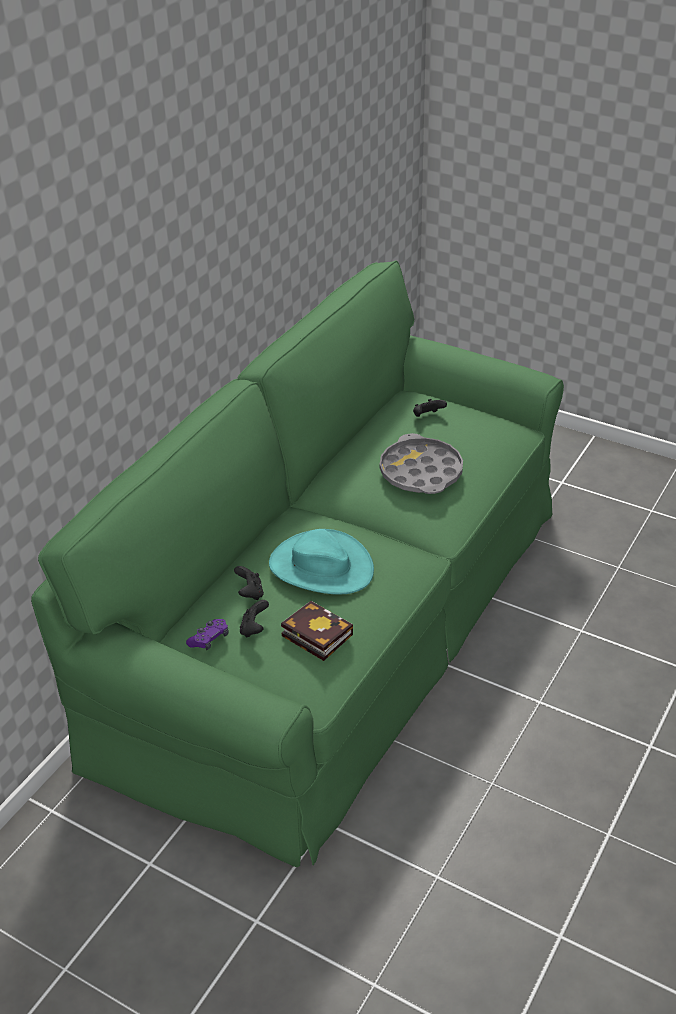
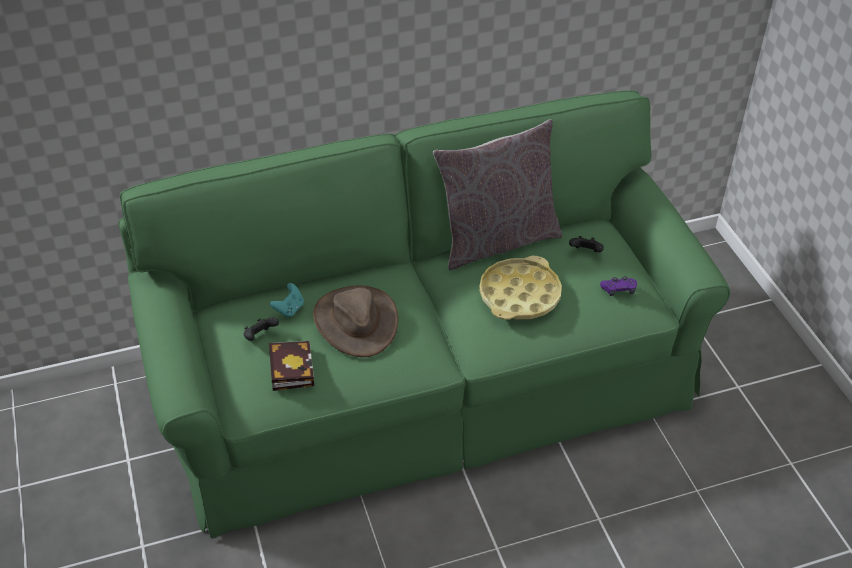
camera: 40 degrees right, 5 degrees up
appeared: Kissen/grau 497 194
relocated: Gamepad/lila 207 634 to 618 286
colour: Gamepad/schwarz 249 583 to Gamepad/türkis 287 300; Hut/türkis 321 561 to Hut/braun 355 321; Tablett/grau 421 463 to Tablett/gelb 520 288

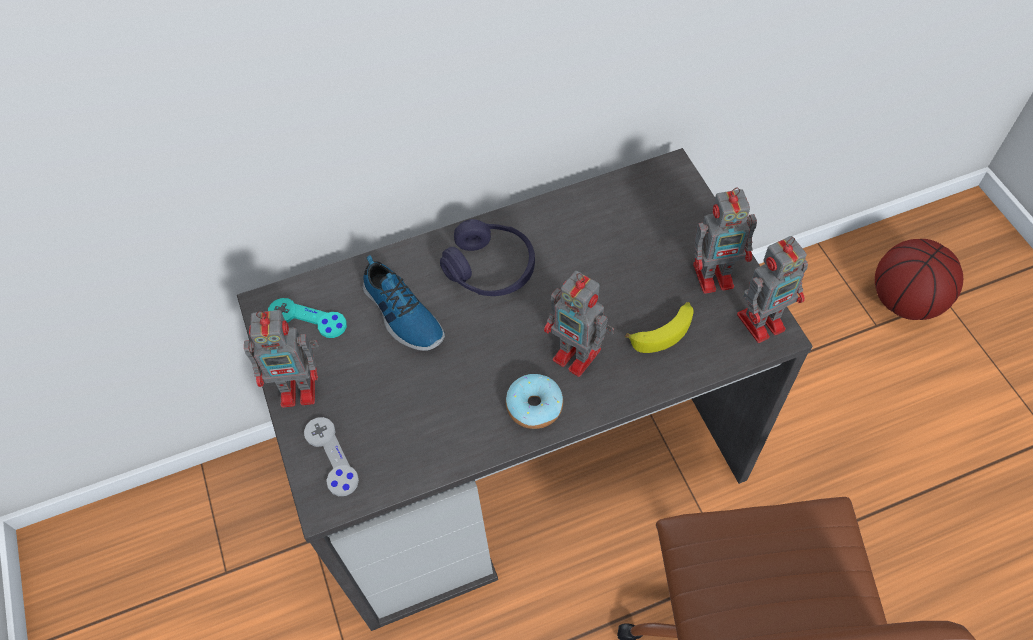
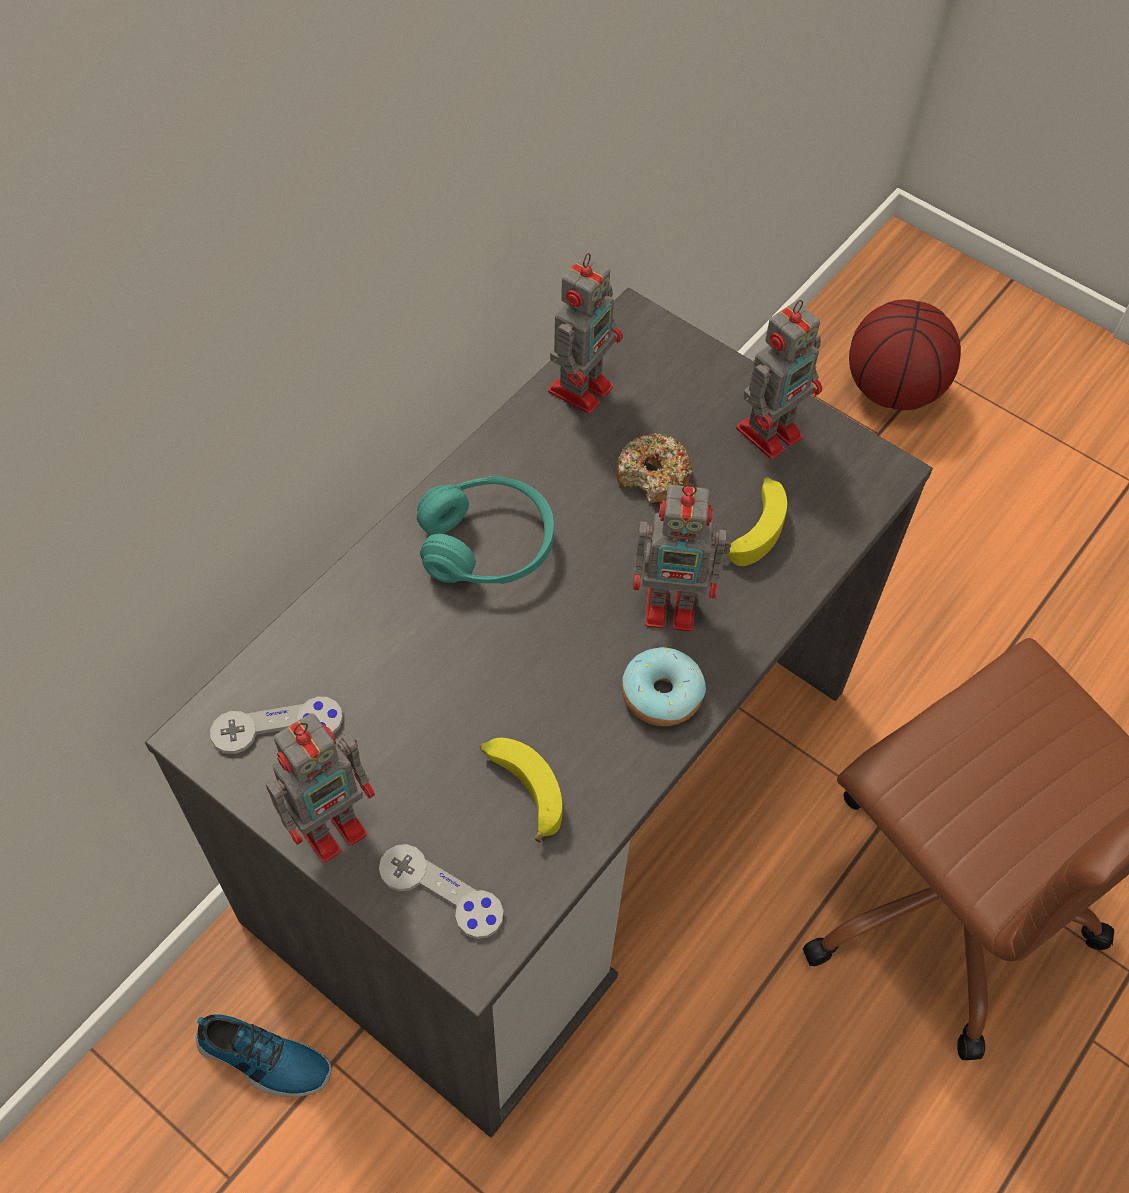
camera: 35 degrees left, 0 degrees up
appeared: Banane 521 790; Donut 654 468
relocated: Schuh 404 303 to 264 1055; Spielzeugroboter 772 289 to 585 333
colour: Gamepad/türkis 307 318 to Gamepad/grau 276 725; Kopfhörer/lila 487 257 to Kopfhörer/türkis 485 530

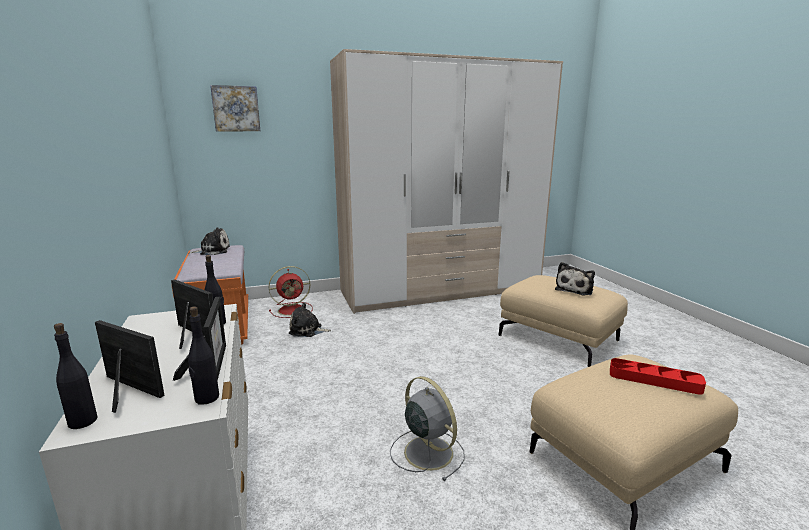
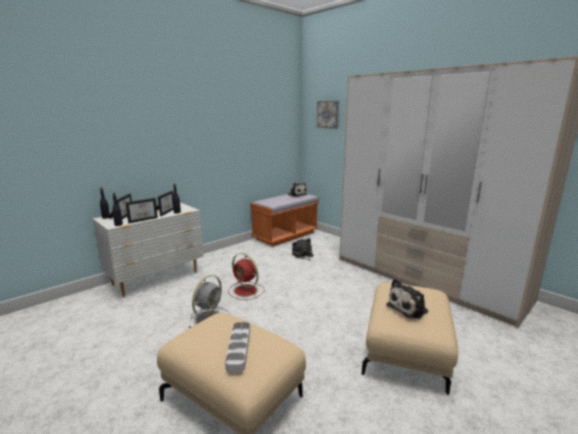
camera: 65 degrees right, 0 degrees up
relocated: Ventilator/rot 291 292 to 246 276
colour: Tablett/rot 658 376 to Tablett/grau 237 347
spun: Plüschtier 575 278 = 407 299 45 degrees counterclockwise

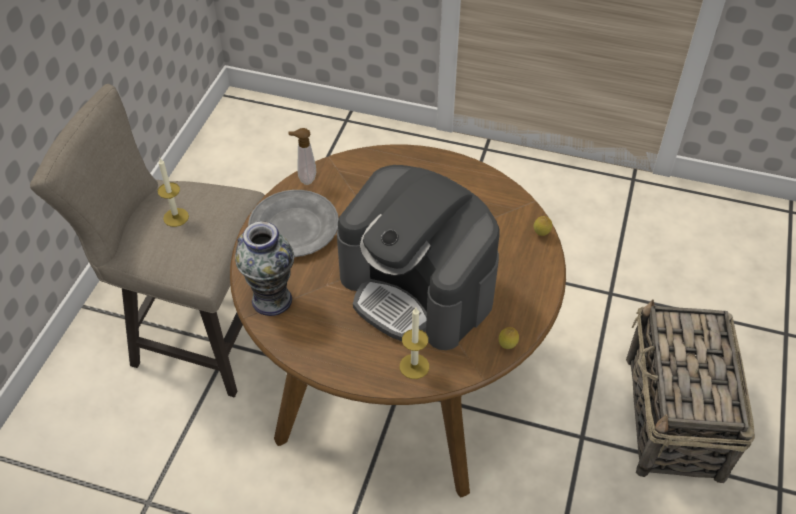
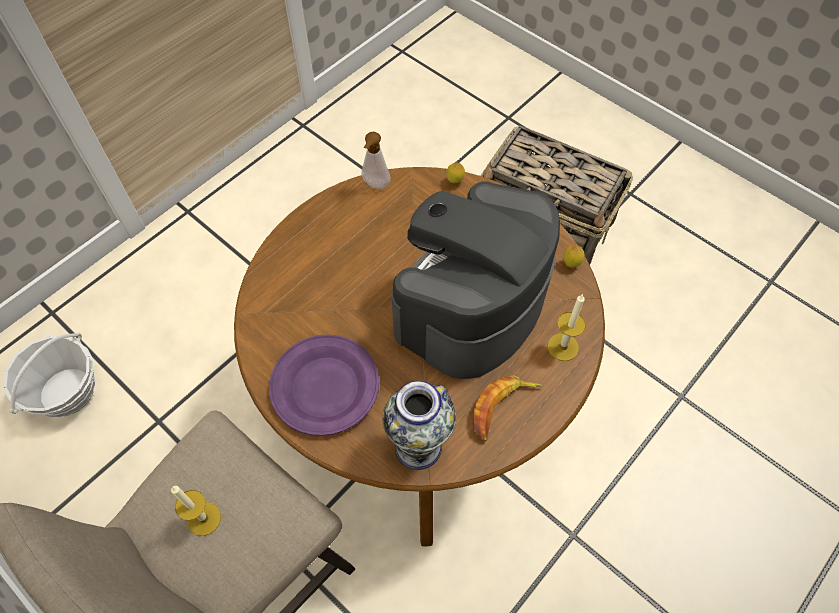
camera: 65 degrees left, 10 degrees up
appeared: Korb 49 374; Banane 508 408
relocated: Seifenspender 302 156 to 376 160
colour: Teller/grau 293 223 to Teller/lila 324 385
spun: Kaffeemaschine 418 257 = 475 280 150 degrees clockwise

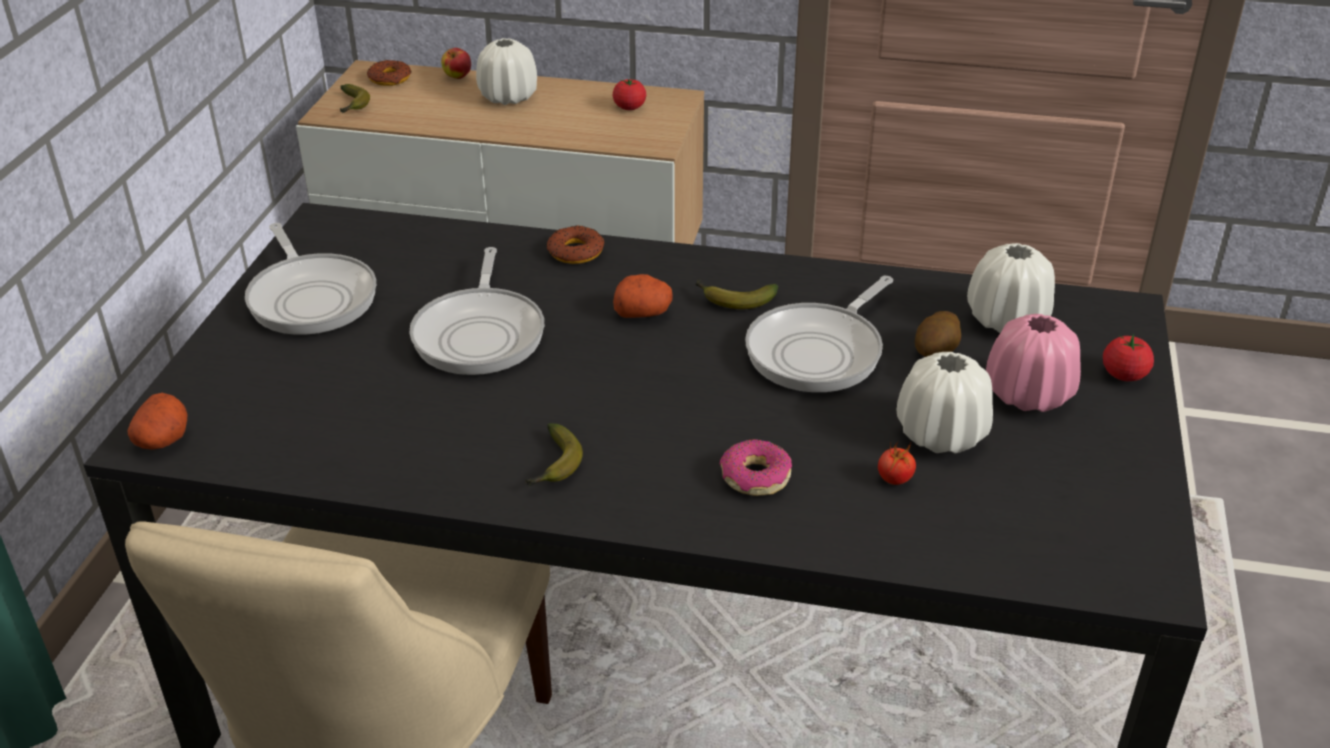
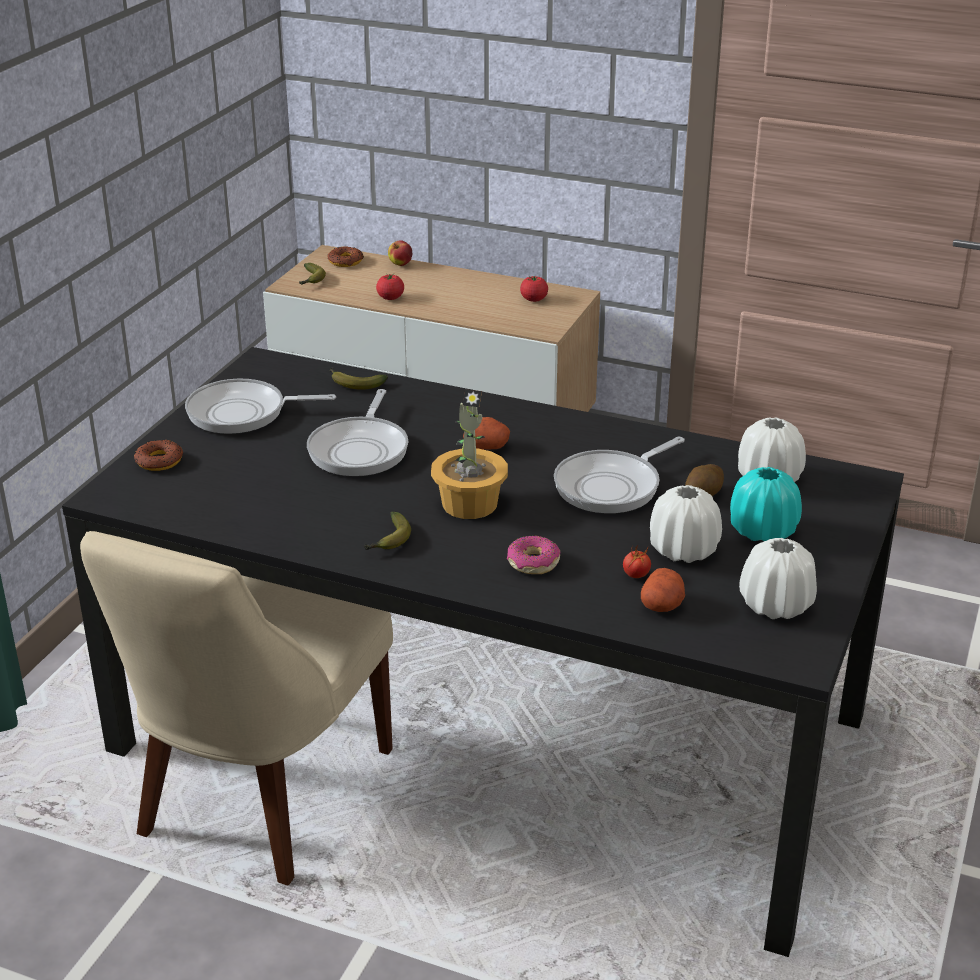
camera: 10 degrees right, 5 degrees down
appeared: Topfpflanze 469 454
relocated: Donut 575 244 to 158 455; Banane 737 294 to 359 378; Tomate 1128 357 to 390 286; Kartoffel 157 421 to 663 590; Vase/weiß 506 71 to 778 578
colour: Vase/rosa 1033 363 to Vase/türkis 766 504
spun: Pfanne 310 279 = 260 406 105 degrees clockwise

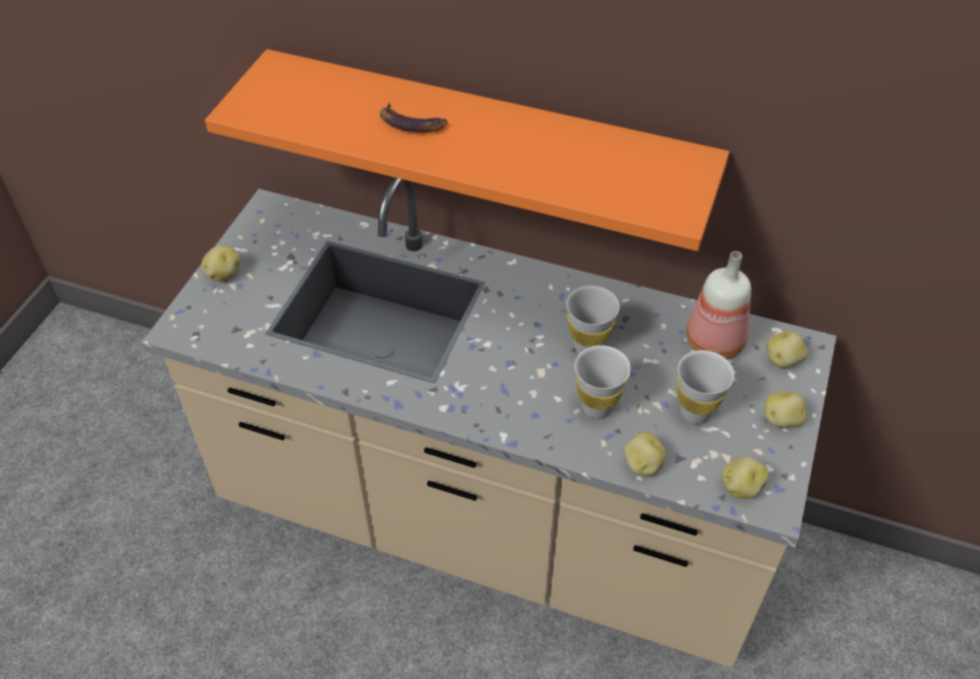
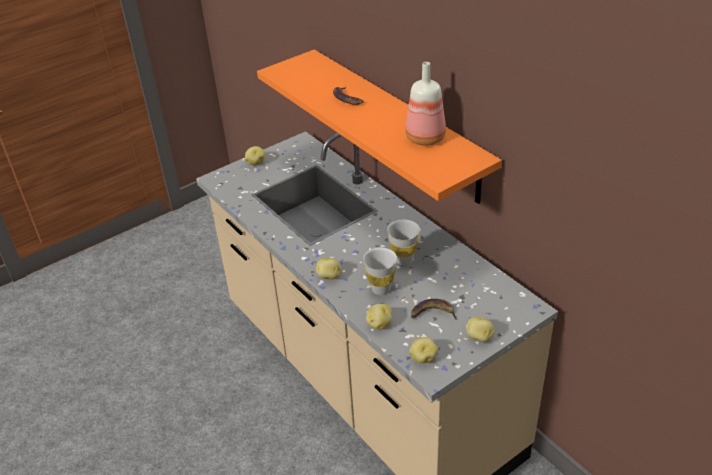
camera: 35 degrees right, 10 degrees down
relocated: Kartoffel 787 350 to 329 268; Flasche 718 305 to 425 103
exchanged: Tasse/weiß 705 387 to Banane 434 309

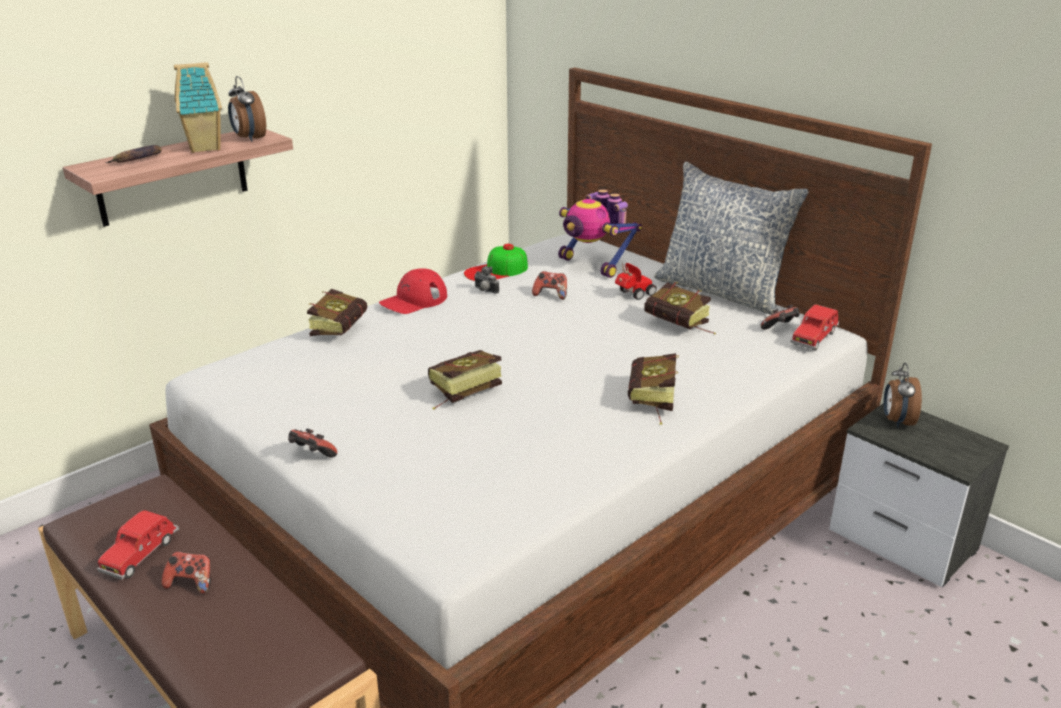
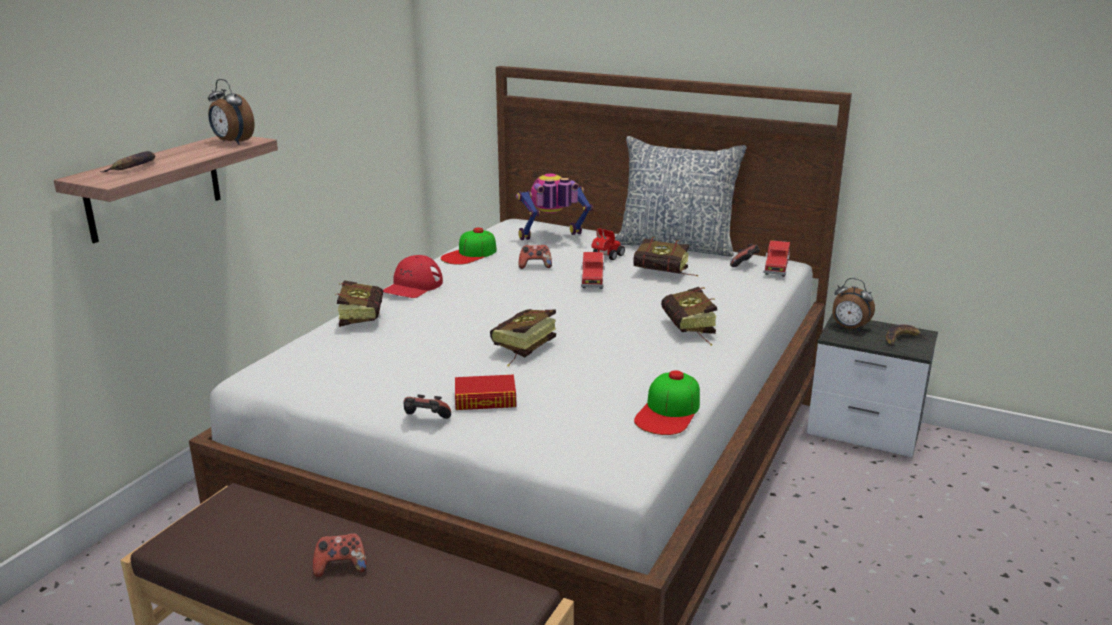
camera: 20 degrees left, 5 degrees down
missing: Spielzeughaus 198 107; Kamera 486 280
appeared: Buch 485 392; Kappe 667 402; Banane 906 335
relocated: Spielzeugauto/rot 138 545 to 593 270
spun: Spielzeugroboter 600 233 = 554 207 135 degrees clockwise; Wecker 903 395 = 854 304 45 degrees counterclockwise

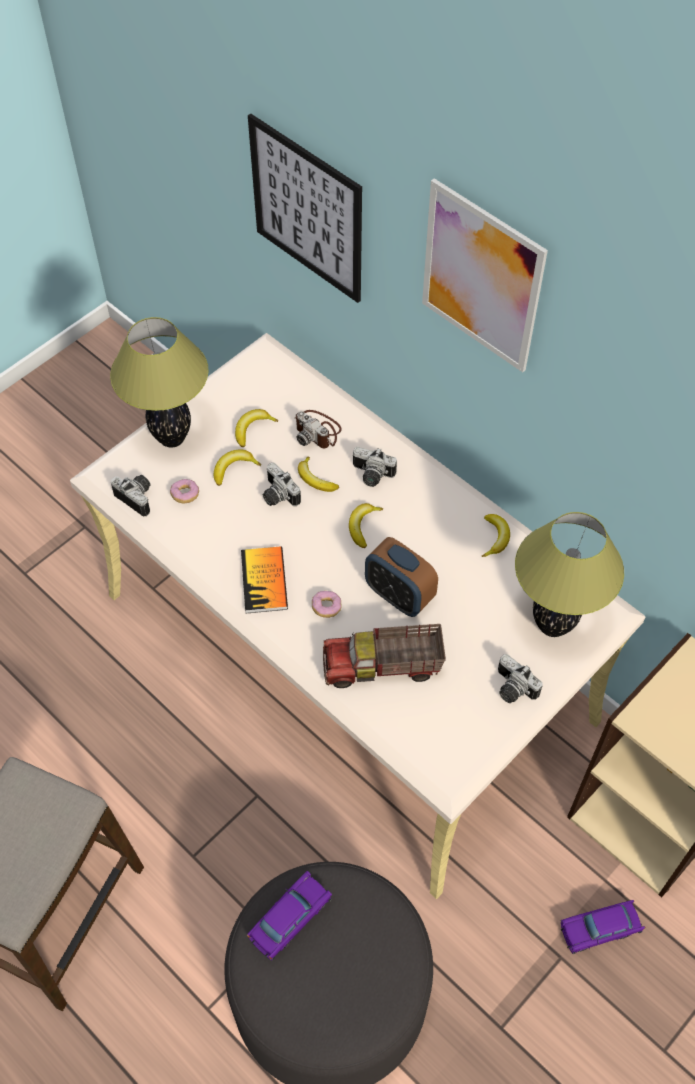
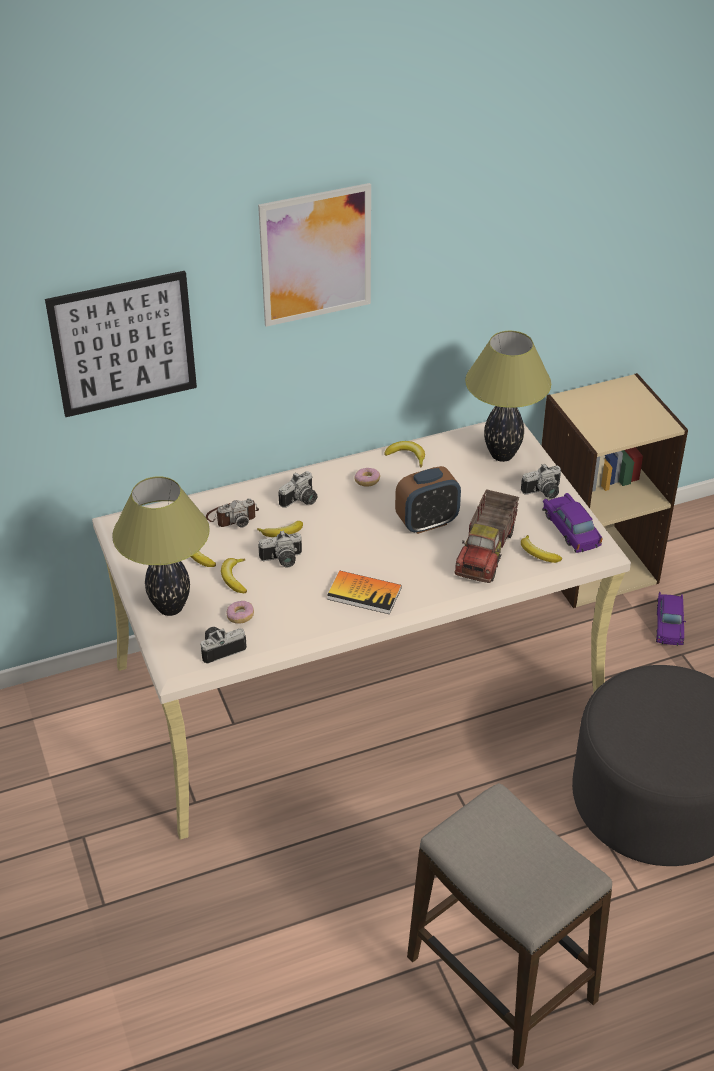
camera: 65 degrees left, 15 degrees down
relocated: Donut 327 604 to 367 477; Banane 366 525 to 541 549; Spielzeugauto/lila 289 916 to 572 523

